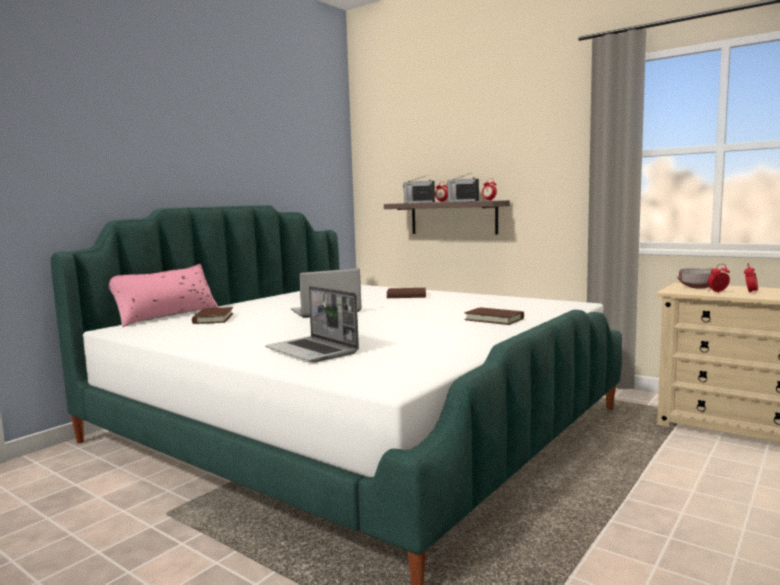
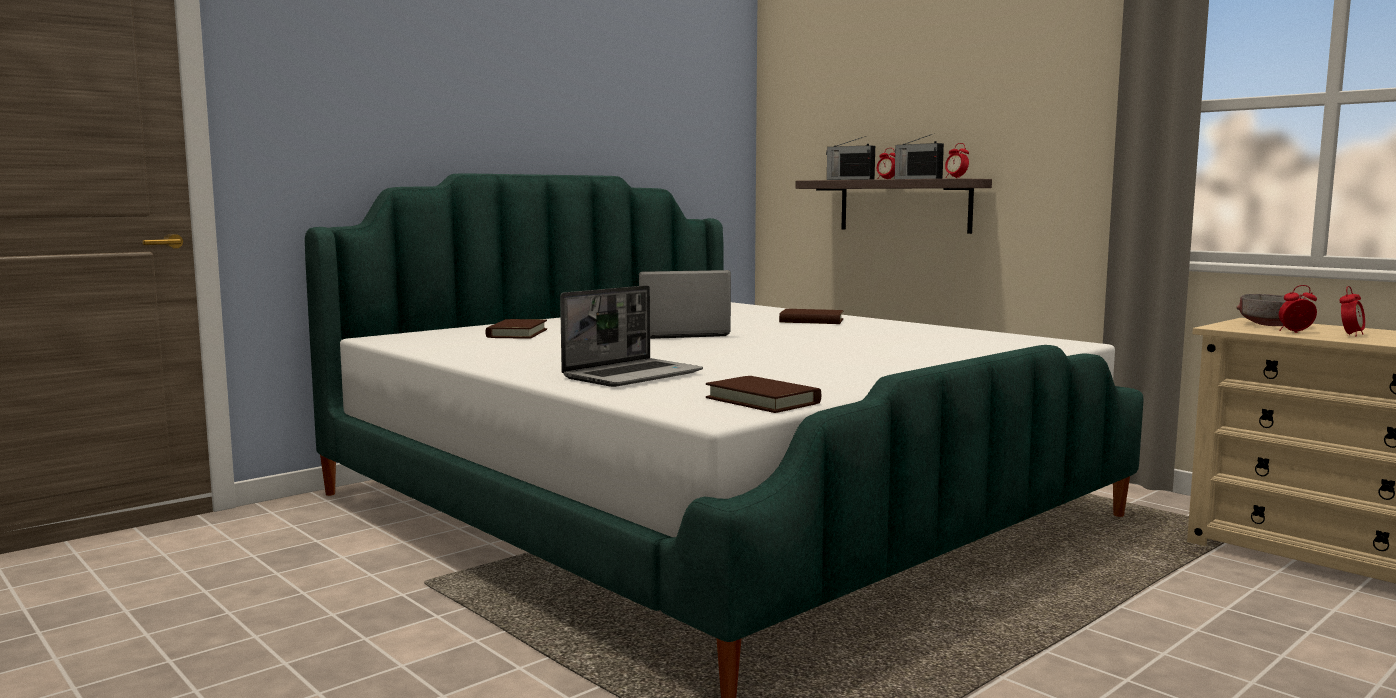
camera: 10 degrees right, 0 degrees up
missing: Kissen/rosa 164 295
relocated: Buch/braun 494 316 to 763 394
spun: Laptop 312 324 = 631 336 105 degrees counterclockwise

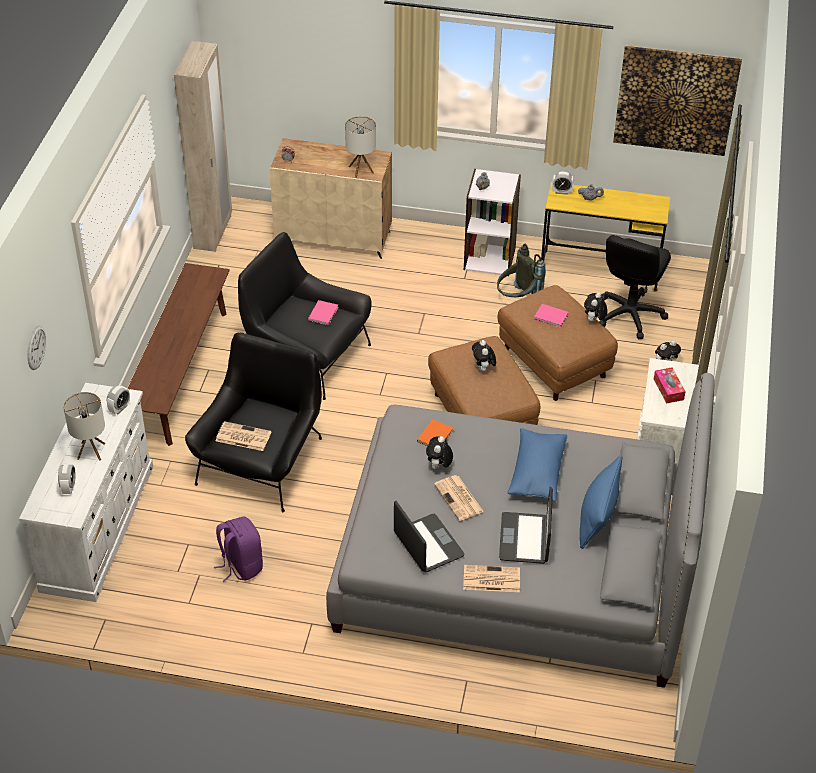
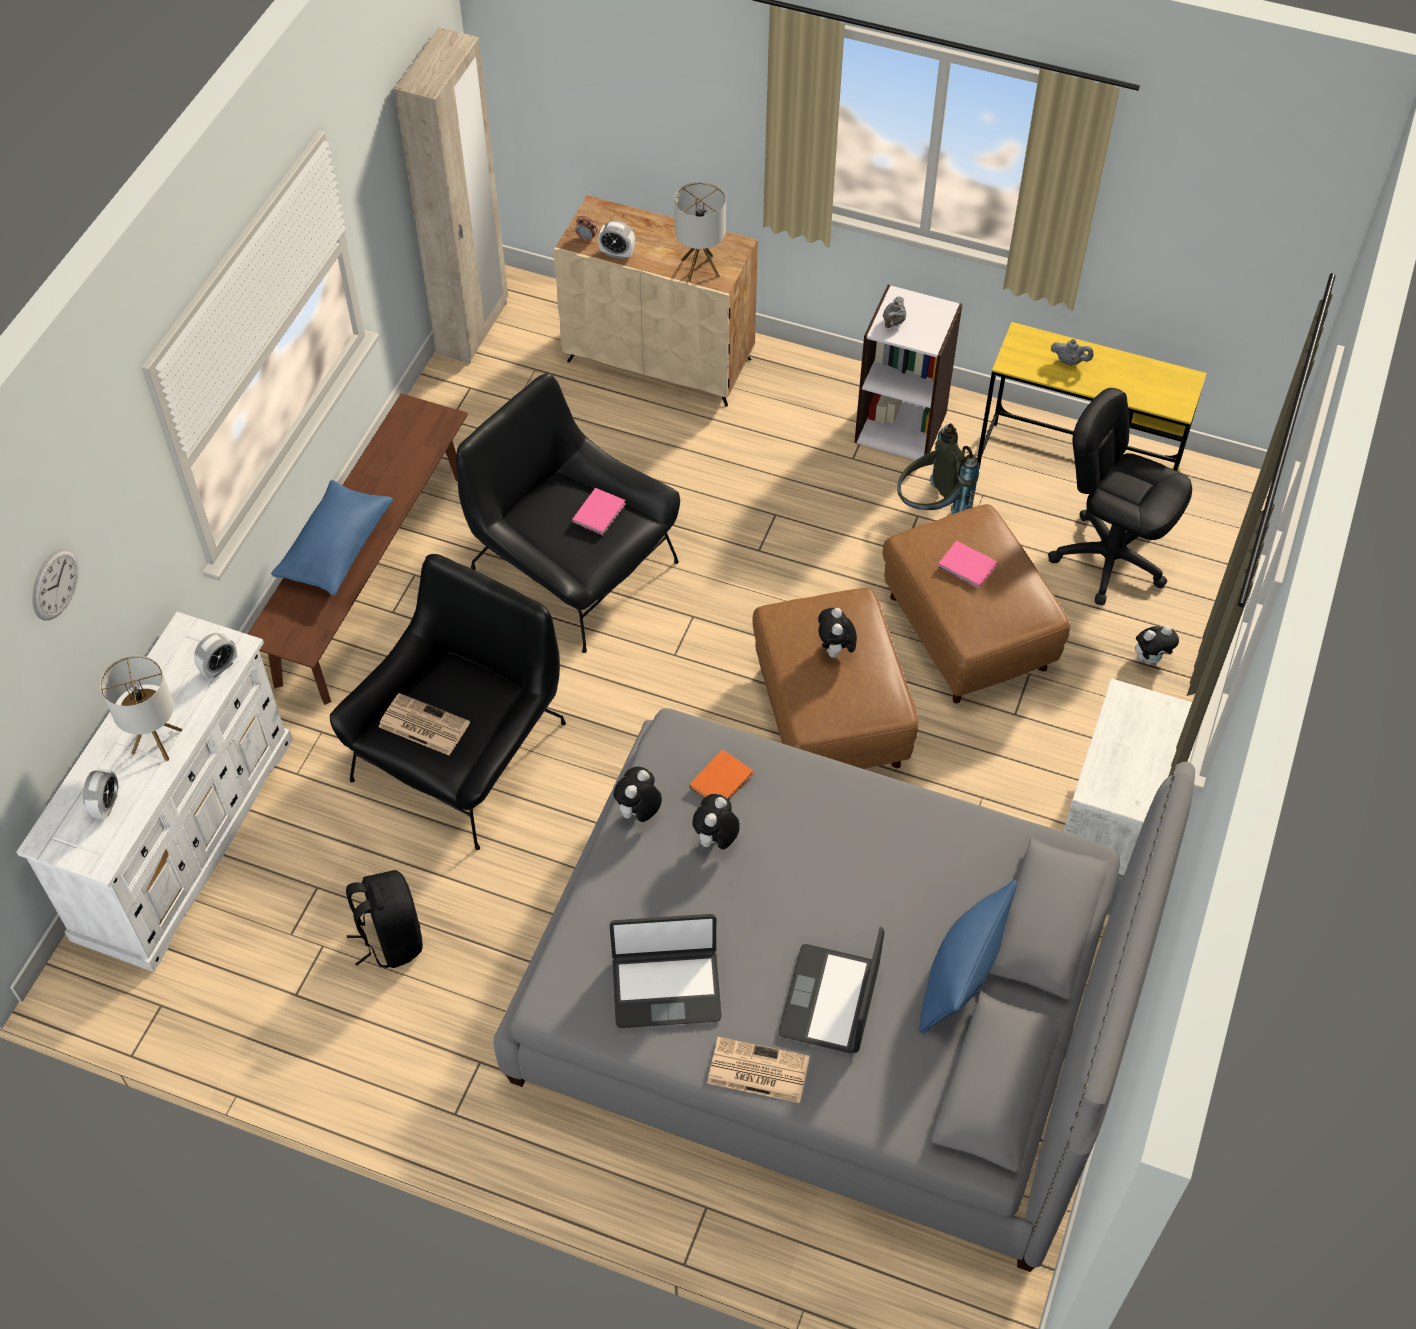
camera: 10 degrees right, 10 degrees up
missing: Zeitung 459 498; Bild 677 100; Taschentuchbox 670 385
relocated: Kissen/blau 537 465 to 332 538; Wecker 563 183 to 616 240; Plüschtier 596 307 to 637 794
colour: Rucksack/lila 238 549 to Rucksack/schwarz 384 919
spun: Laptop 429 536 = 666 971 105 degrees clockwise; Bürostuhl/schwarz 635 287 = 1120 496 90 degrees clockwise

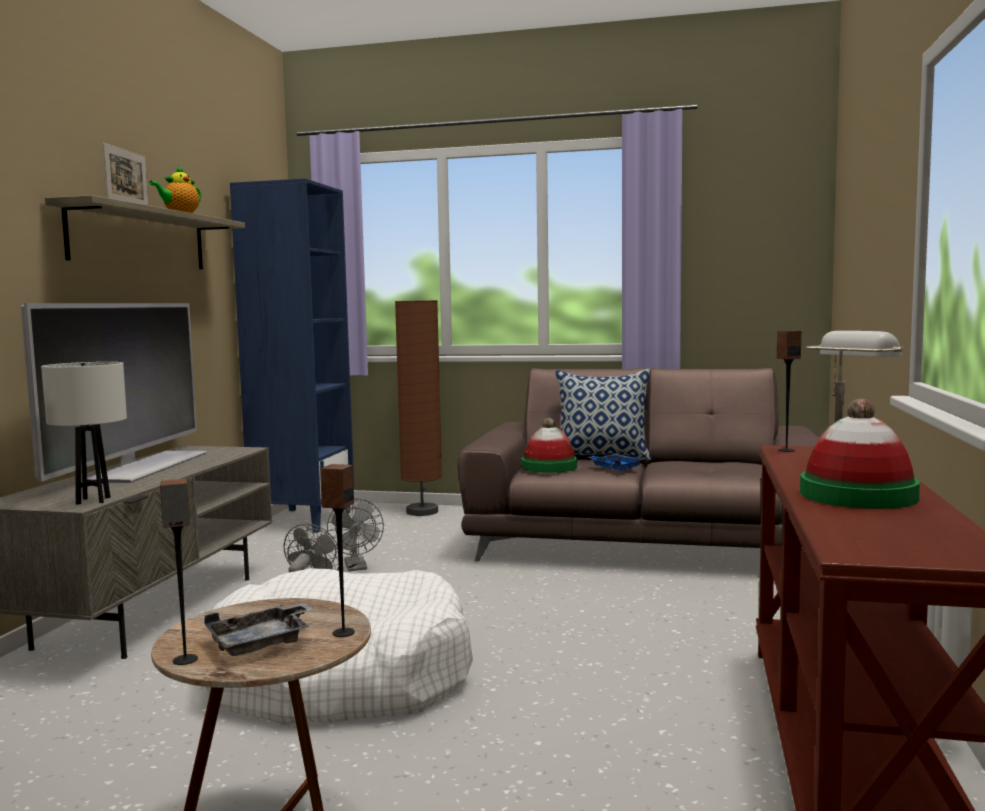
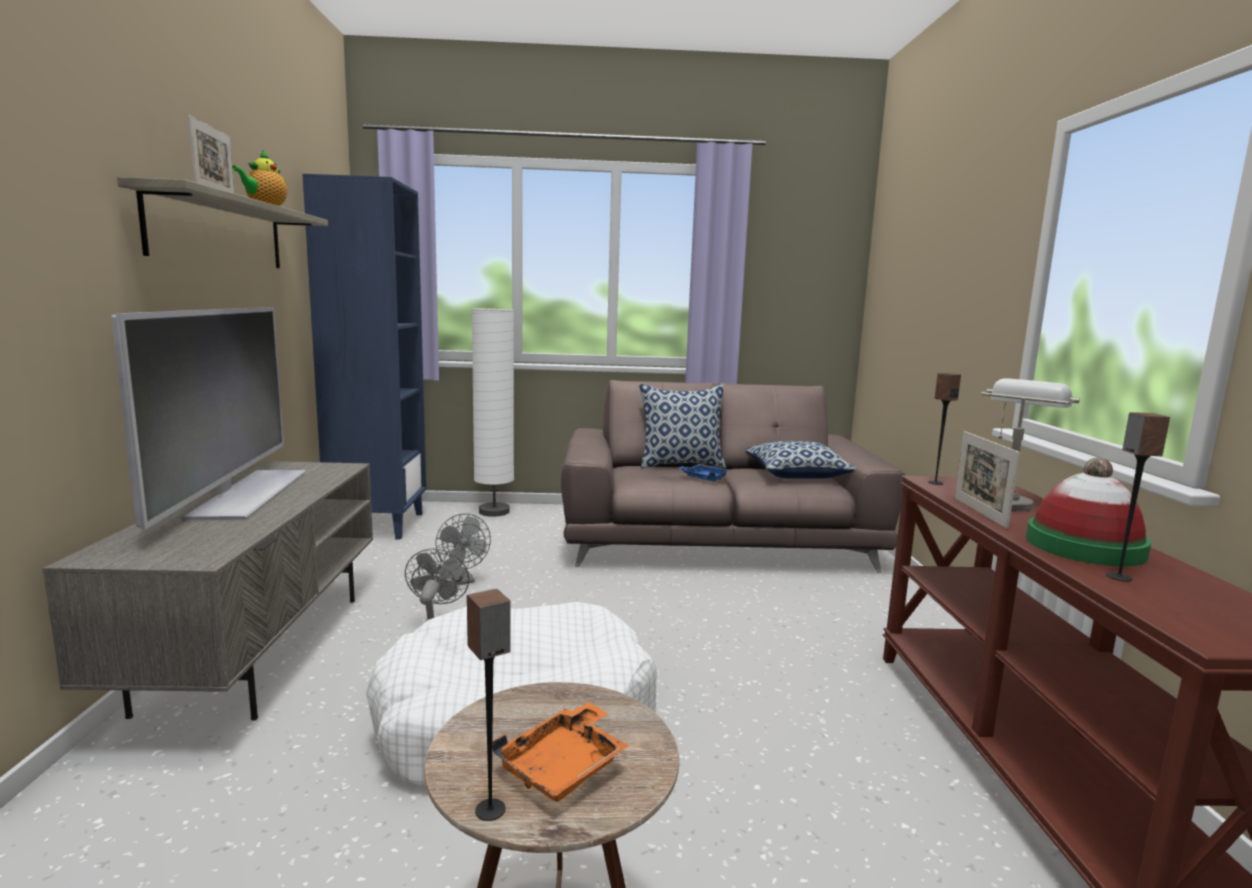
camera: 15 degrees left, 5 degrees up
missing: Tischlampe/weiß 84 433; Hut 549 445
appeared: Kissen 801 460; Bilderrahmen 987 480
relocated: Lautsprecher 337 550 to 1138 497
colour: Stehlampe/braun 418 408 to Stehlampe/weiß 493 412; Tablett/grau 259 629 to Tablett/orange 560 752

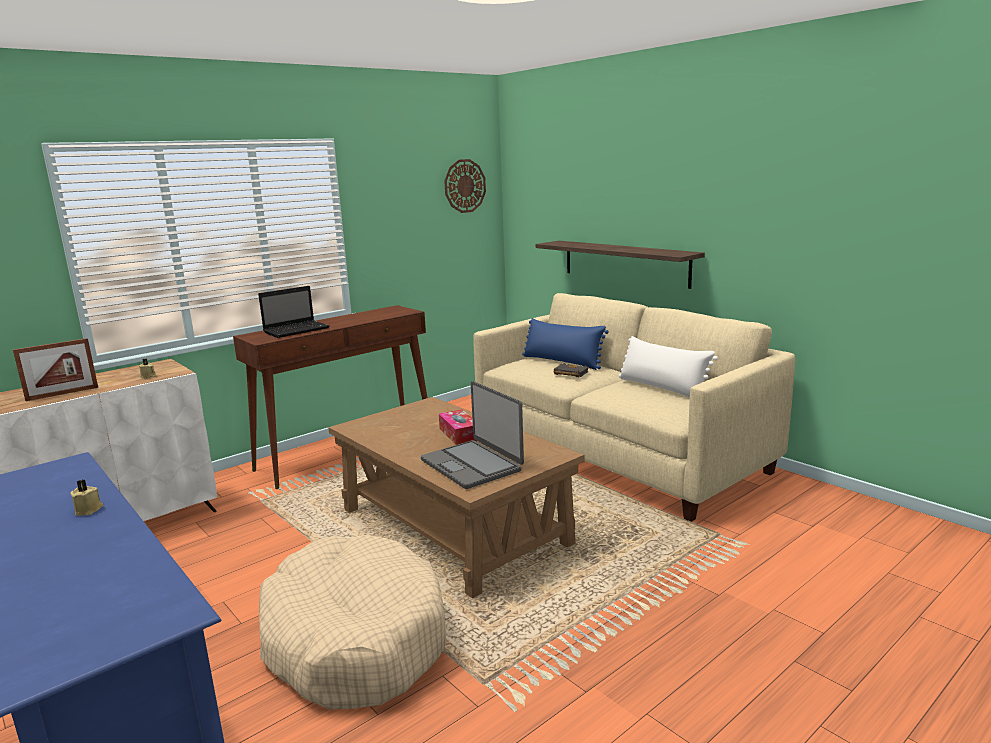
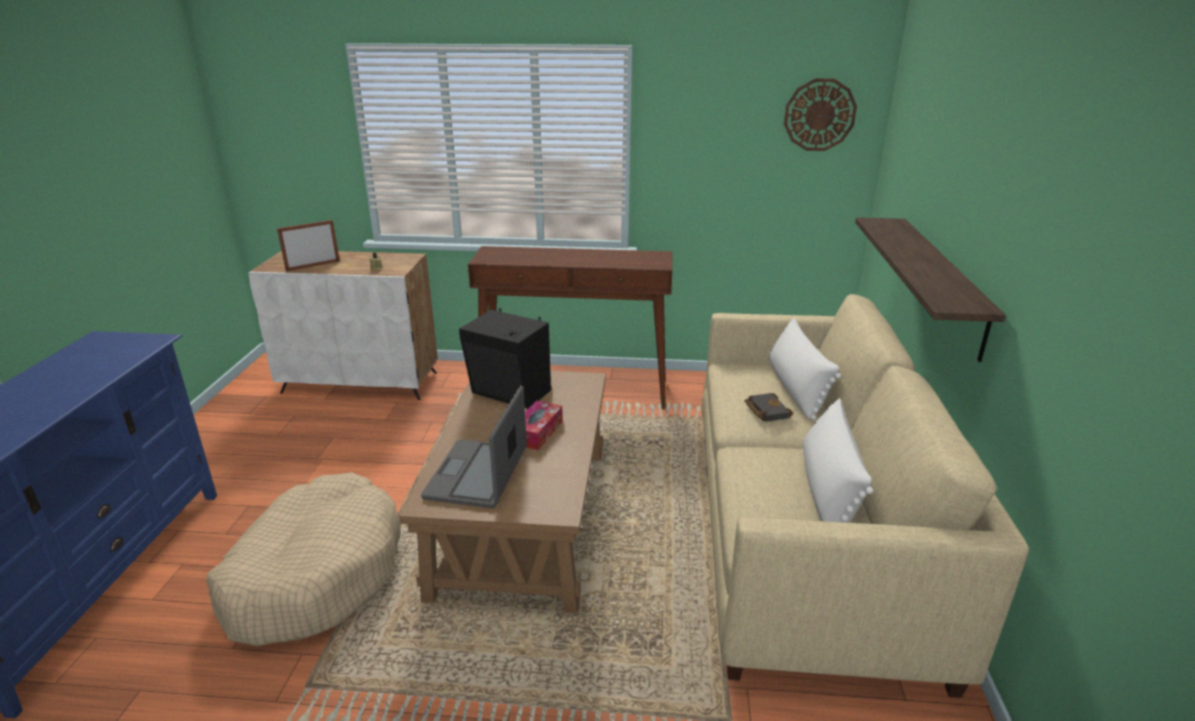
camera: 45 degrees right, 10 degrees up
missing: Kerze/beige 87 497; Laptop 294 312
appeared: Lautsprecher/schwarz 505 358
colour: Kissen/blau 565 344 to Kissen/weiß 805 368
spun: Bilderrahmen 55 369 = 308 245 135 degrees clockwise

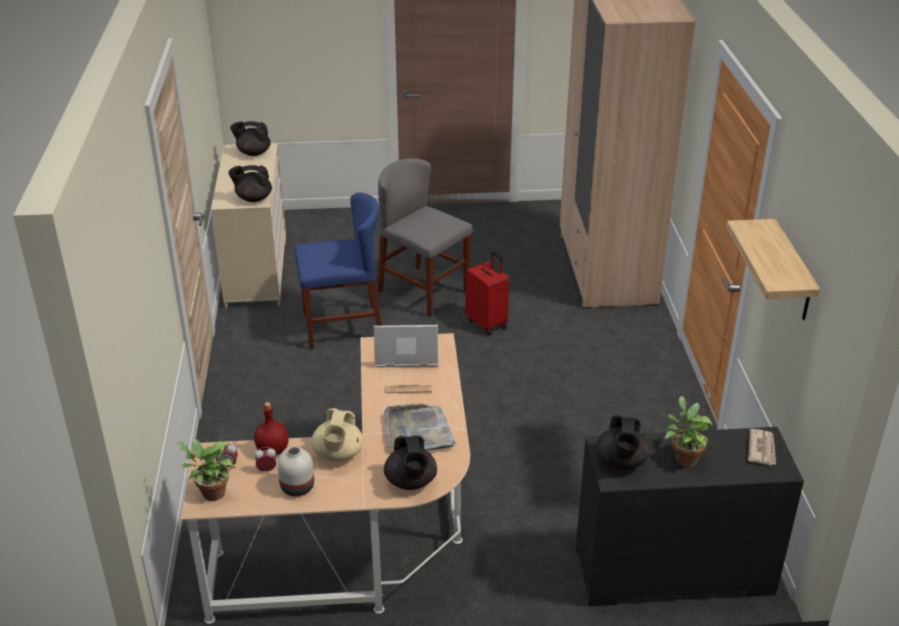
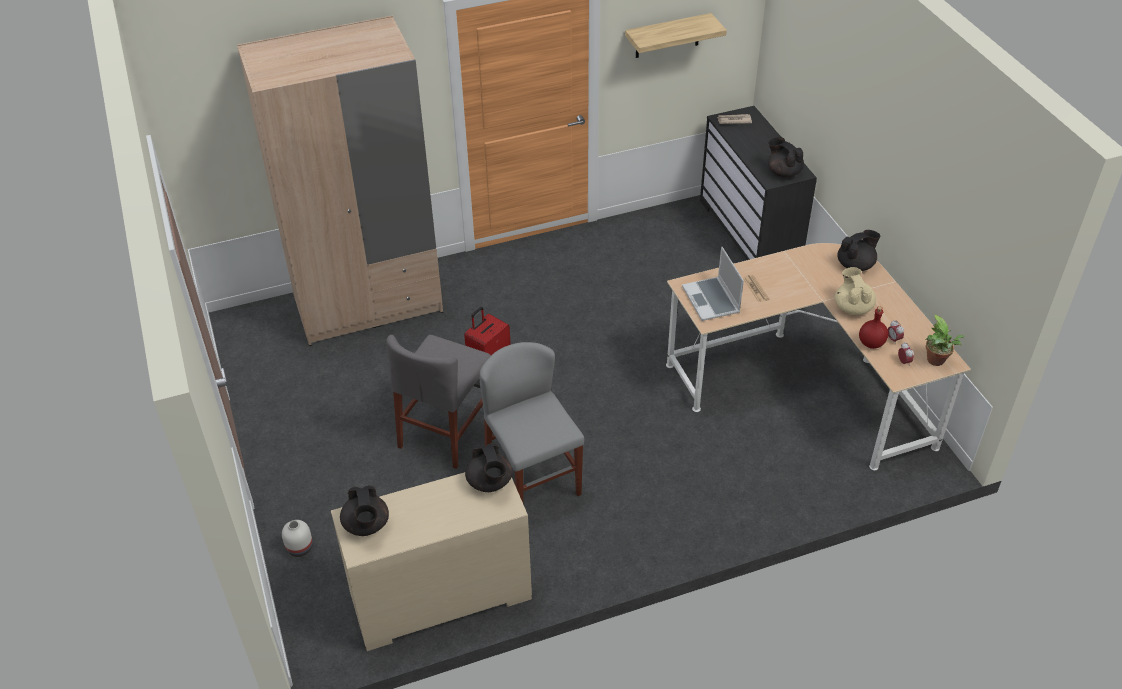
camera: 105 degrees left, 10 degrees up
missing: Tablett/grau 420 427; Topfpflanze 689 431
relocated: Vase/weiß 295 472 to 297 538
colour: Stuhl/blau 338 270 to Stuhl/grau 531 423
spun: Teekanne/schwarz 622 442 = 786 157 120 degrees counterclockwise; Teekanne/beige 337 435 = 855 291 90 degrees counterclockwise

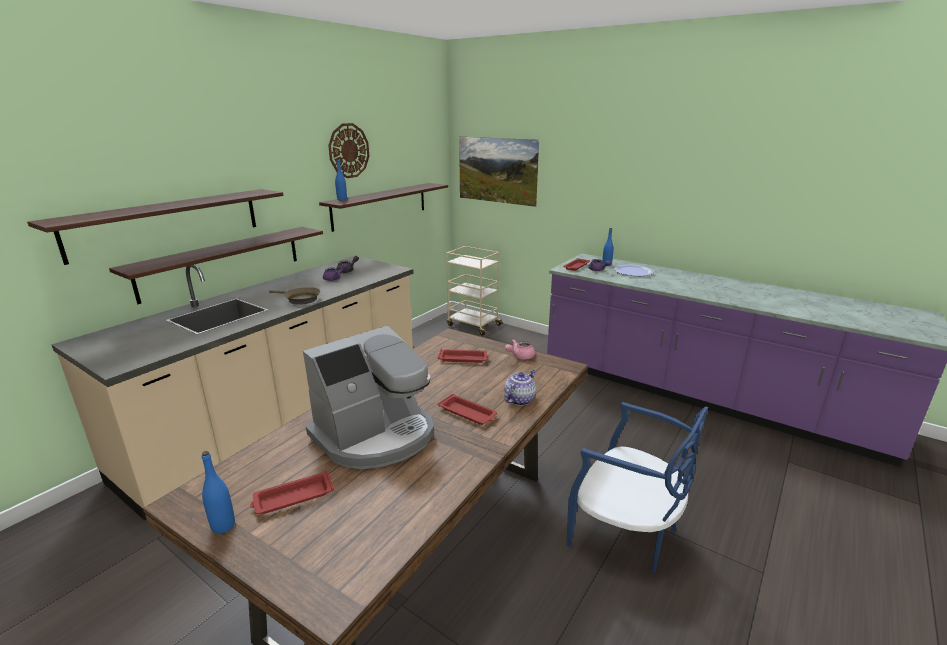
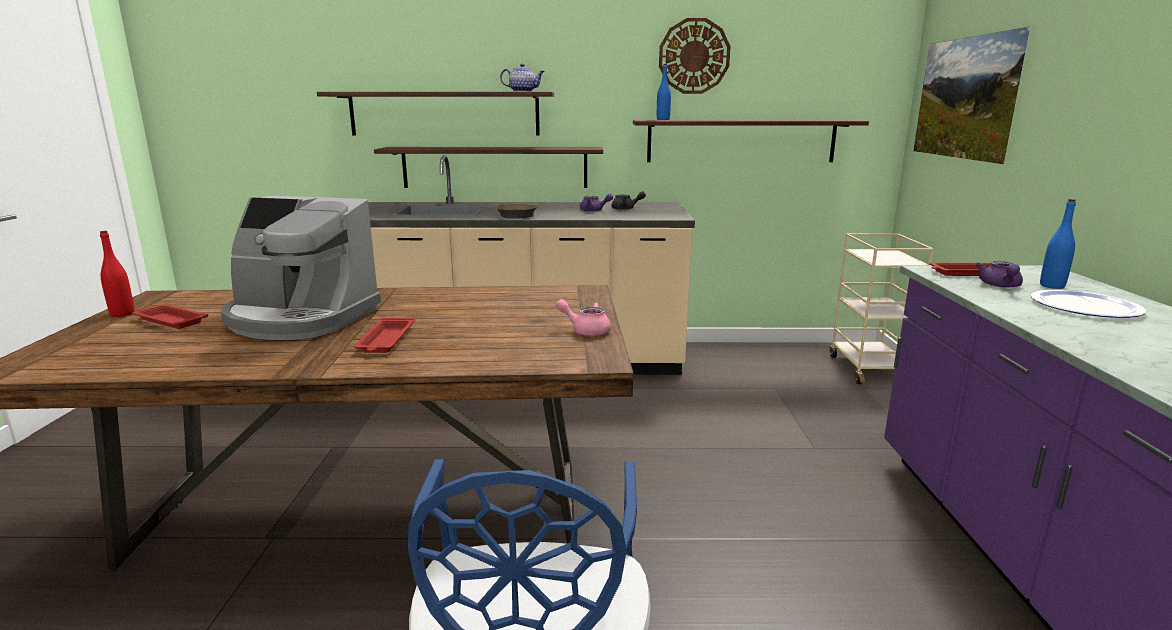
camera: 55 degrees right, 5 degrees down
missing: Tablett/rot 463 356
relocated: Teekanne 520 388 to 522 77
colour: Flasche/blau 218 492 to Flasche/rot 117 274

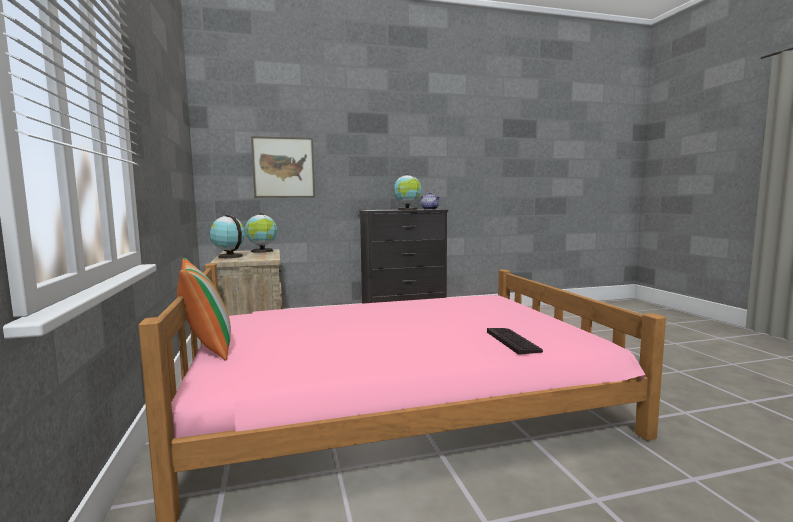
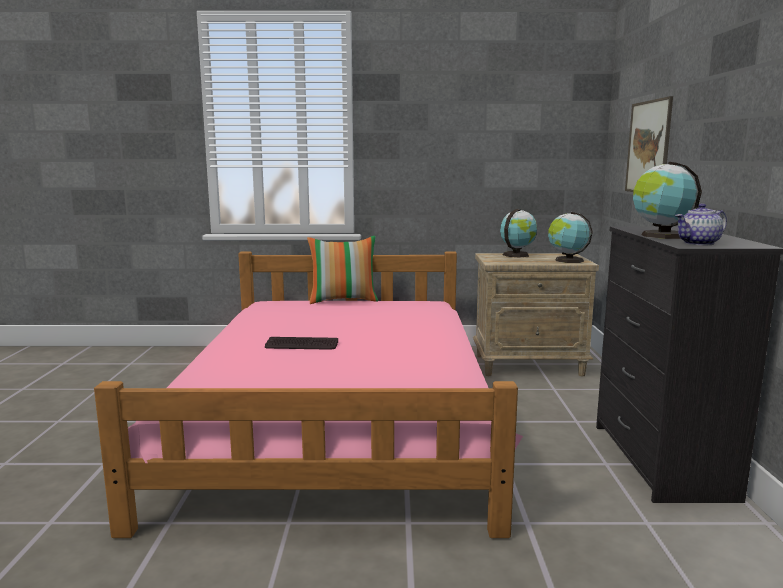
camera: 105 degrees right, 5 degrees up
relocated: Tastatur 515 341 to 301 343

